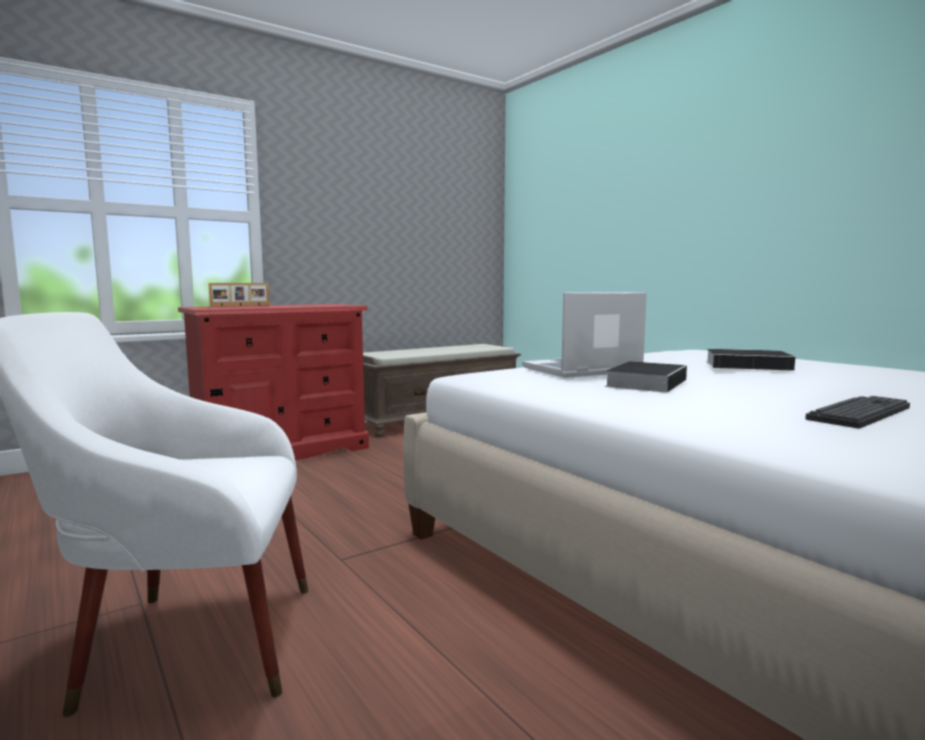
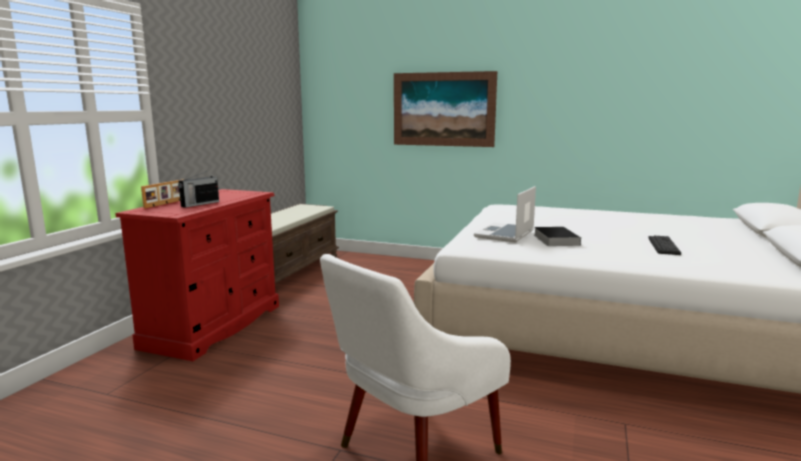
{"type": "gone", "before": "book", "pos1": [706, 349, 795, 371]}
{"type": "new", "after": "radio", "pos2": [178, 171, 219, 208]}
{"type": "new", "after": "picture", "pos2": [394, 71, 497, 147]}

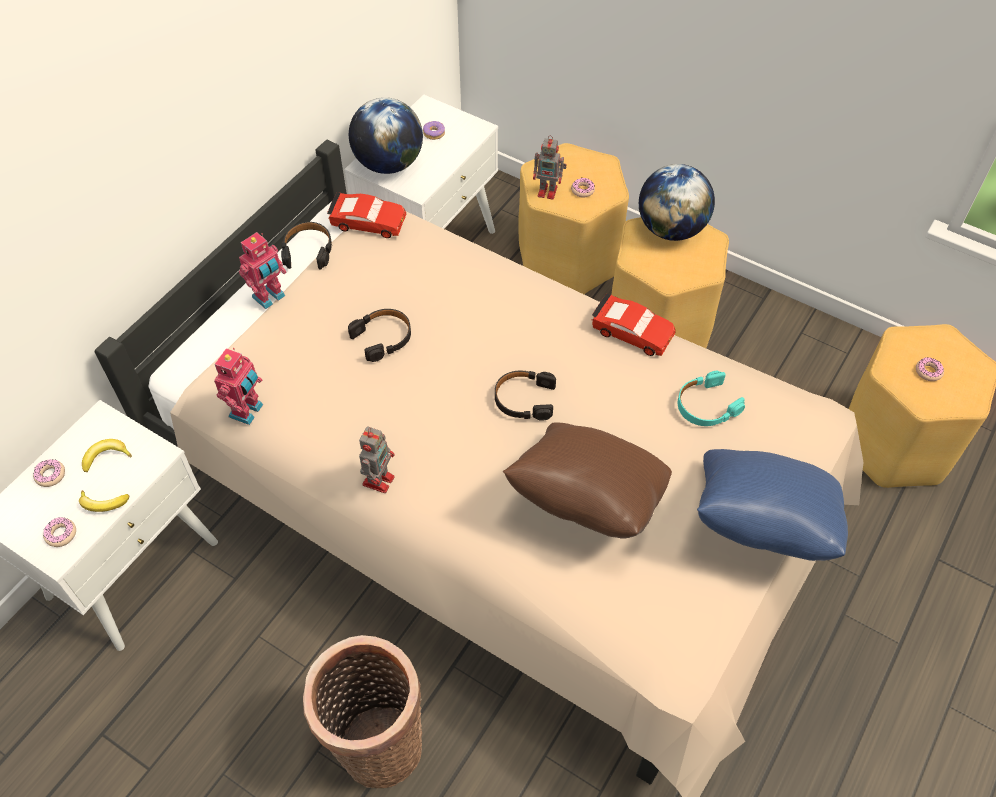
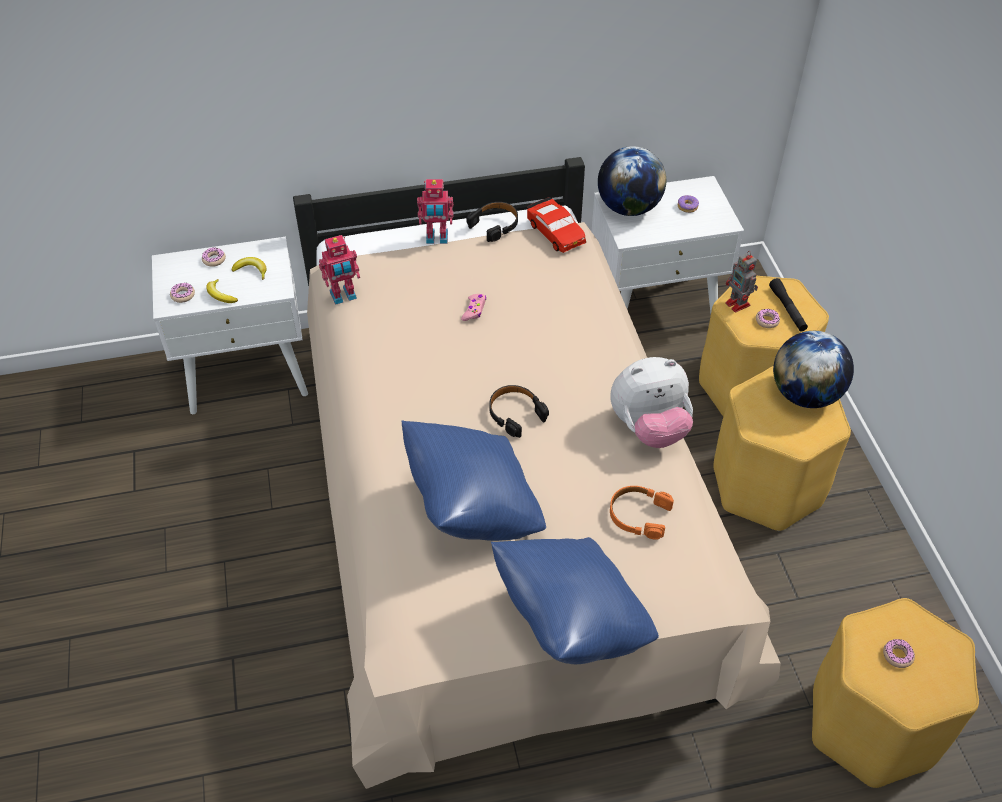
{"type": "gone", "before": "basket", "pos1": [303, 635, 422, 788]}
{"type": "swapped", "before": "black headphones", "after": "pink game controller", "pos1": [348, 309, 411, 362], "pos2": [461, 294, 486, 321]}
{"type": "gone", "before": "toy robot", "pos1": [359, 426, 395, 493]}
{"type": "repainted", "before": "brown pillow", "after": "blue pillow", "pos1": [503, 422, 672, 539], "pos2": [402, 420, 546, 541]}
{"type": "swapped", "before": "red toy car", "after": "plush toy", "pos1": [592, 294, 676, 356], "pos2": [610, 357, 693, 448]}
{"type": "repainted", "before": "turquoise headphones", "after": "orange headphones", "pos1": [678, 371, 745, 426], "pos2": [610, 486, 674, 540]}
{"type": "new", "after": "black flashlight", "pos2": [769, 278, 808, 331]}

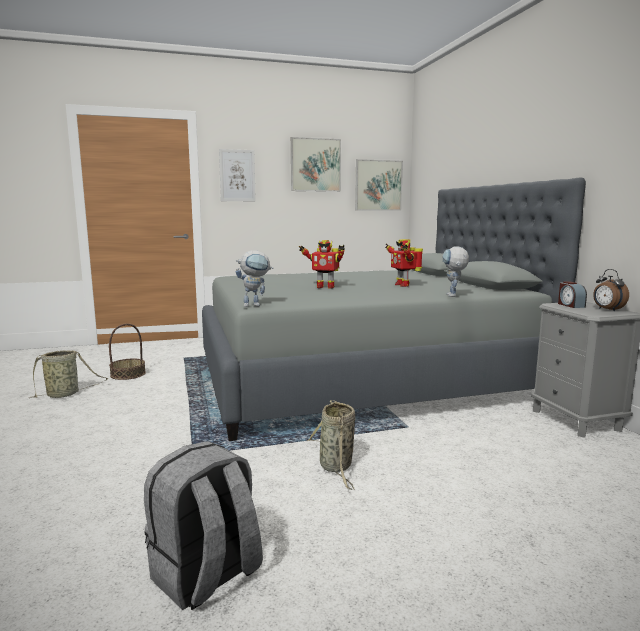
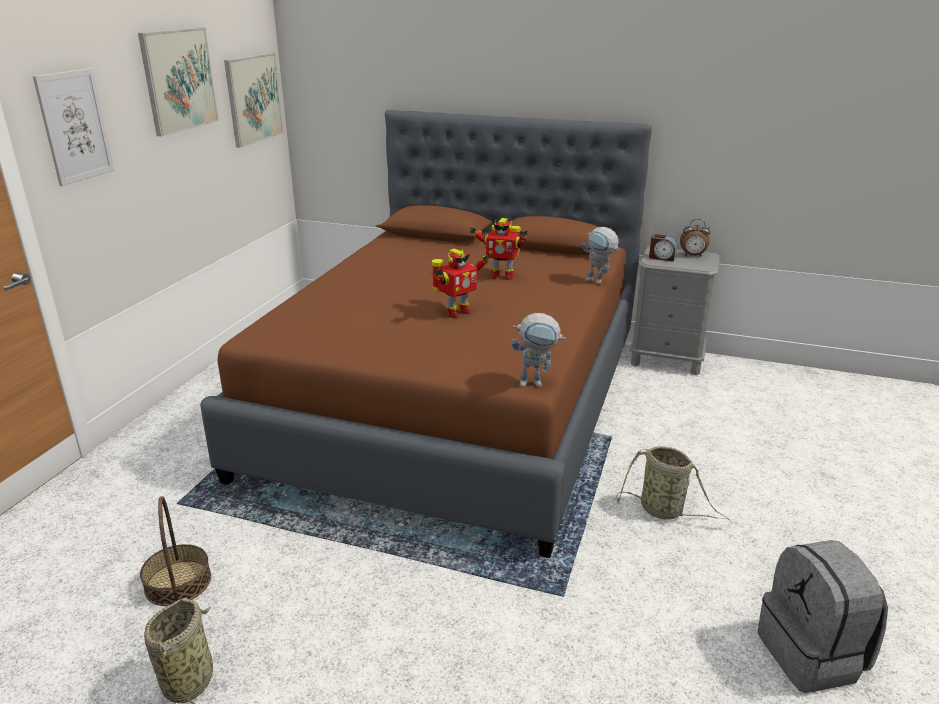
{"type": "repainted", "before": "grey bed", "after": "brown bed", "pos1": [202, 177, 586, 441], "pos2": [200, 110, 652, 558]}
{"type": "rotated", "before": "toy robot", "pos1": [236, 250, 273, 307], "pos2": [511, 313, 566, 387], "turn": 75}

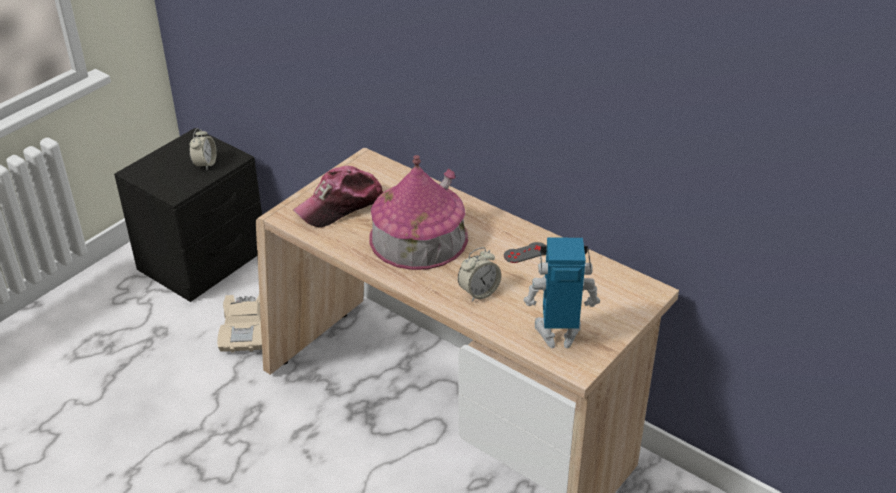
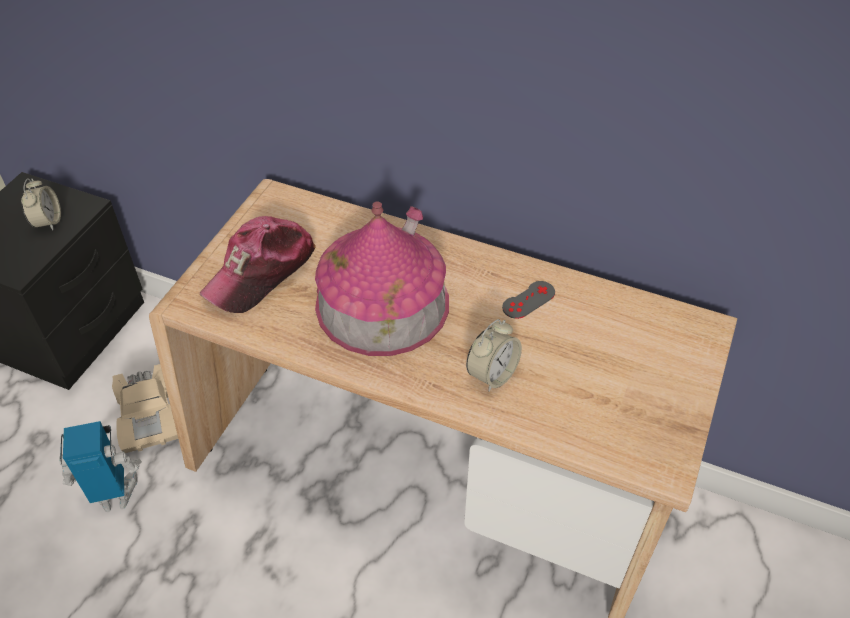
{"type": "shifted", "before": "toy robot", "pos1": [523, 237, 600, 348], "pos2": [59, 421, 142, 512]}

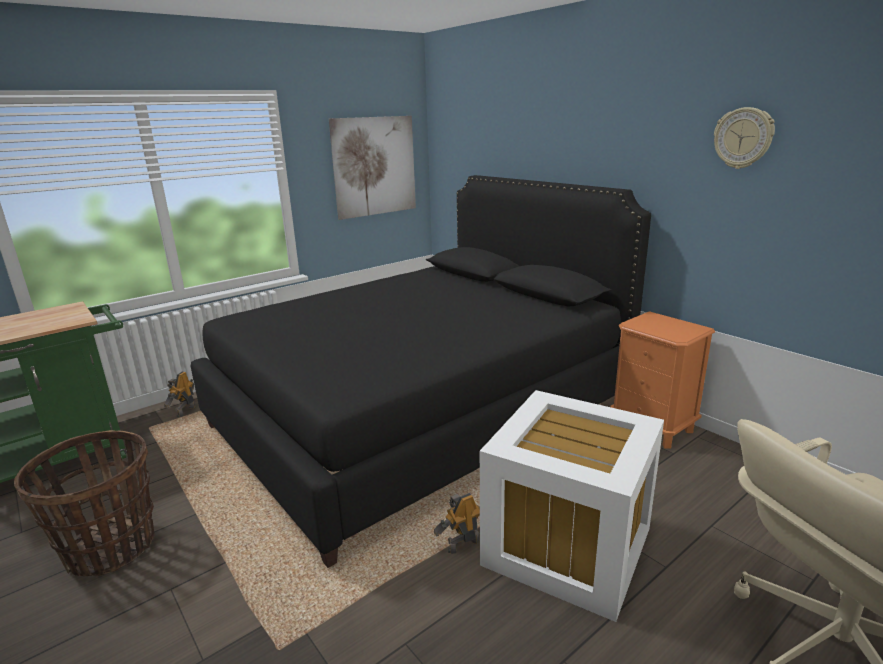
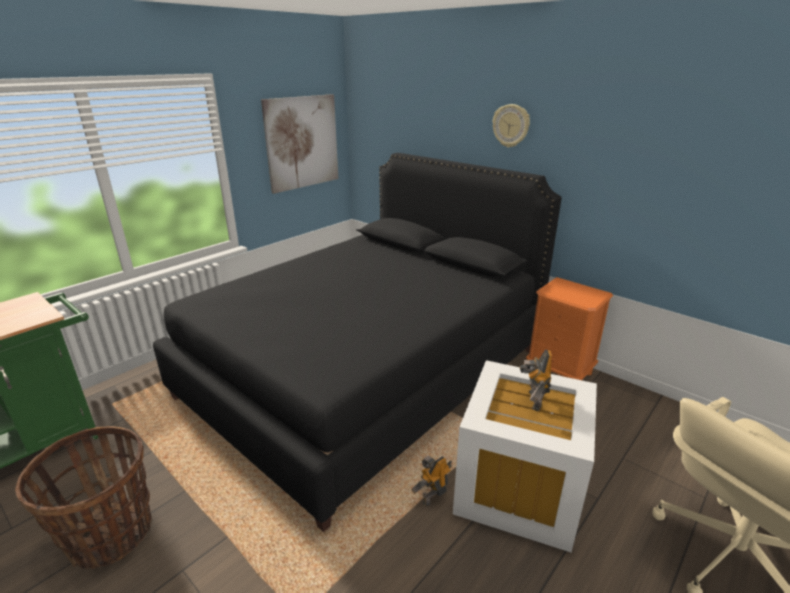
{"type": "shifted", "before": "toy robot", "pos1": [164, 371, 195, 418], "pos2": [519, 350, 552, 412]}
{"type": "shifted", "before": "wall clock", "pos1": [714, 107, 775, 169], "pos2": [493, 104, 530, 148]}

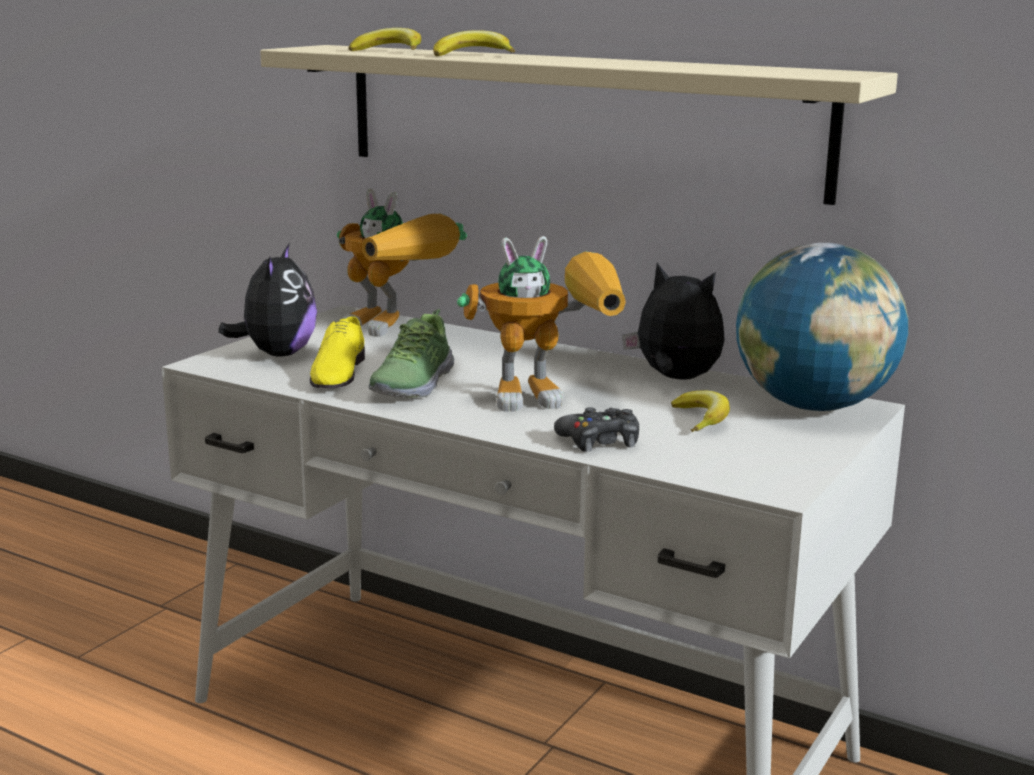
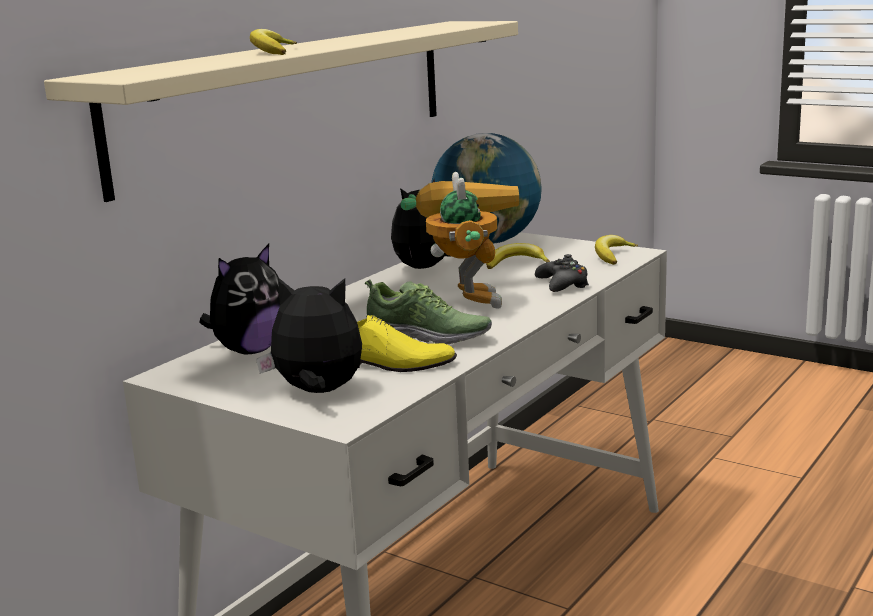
{"type": "swapped", "before": "toy robot", "after": "plush toy", "pos1": [337, 188, 467, 337], "pos2": [199, 244, 280, 354]}
{"type": "shifted", "before": "banana", "pos1": [349, 28, 421, 51], "pos2": [595, 235, 638, 265]}

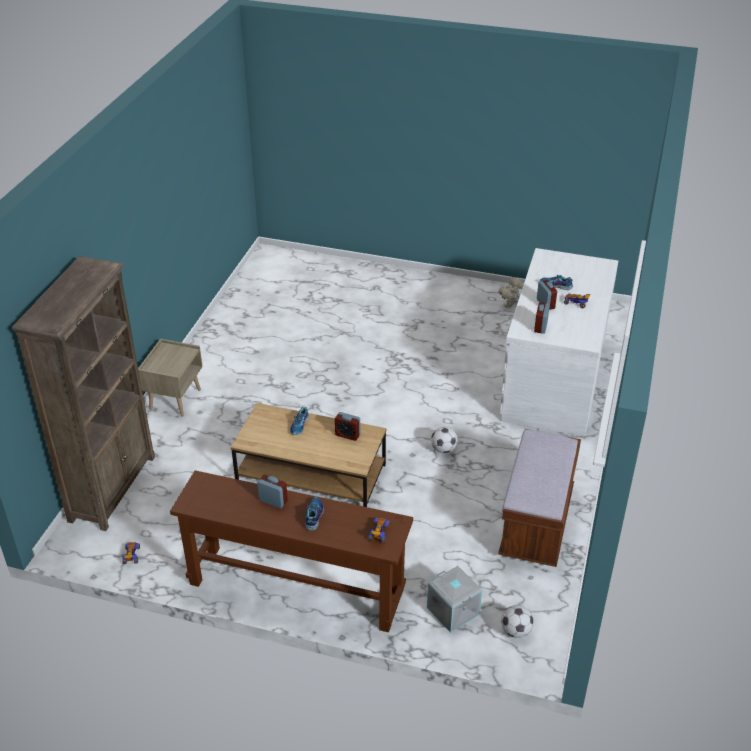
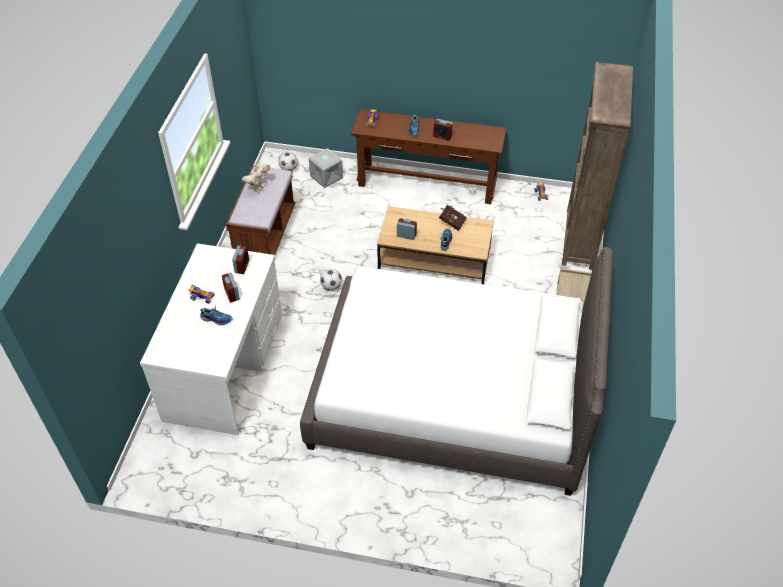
{"type": "shifted", "before": "toy robot", "pos1": [498, 277, 524, 308], "pos2": [242, 163, 271, 193]}
{"type": "new", "after": "white bed", "pos2": [300, 247, 613, 496]}
{"type": "new", "after": "red book", "pos2": [439, 205, 467, 231]}

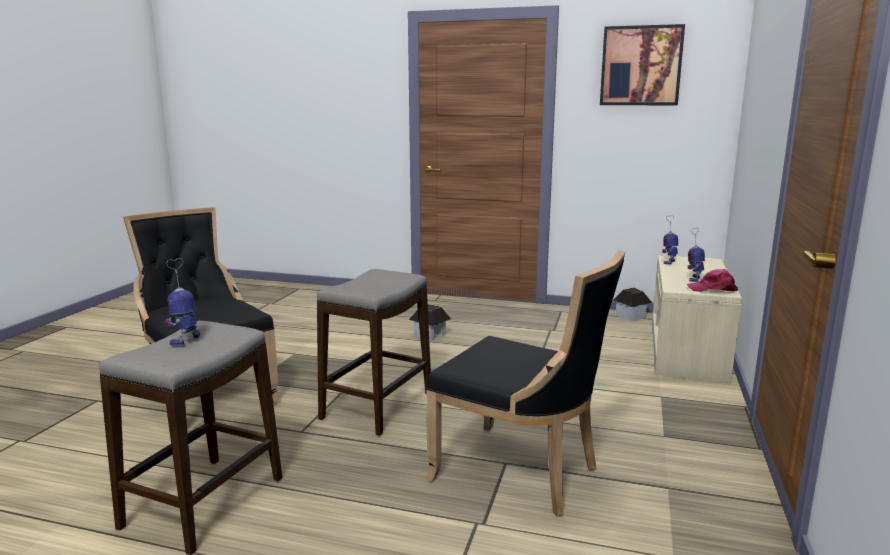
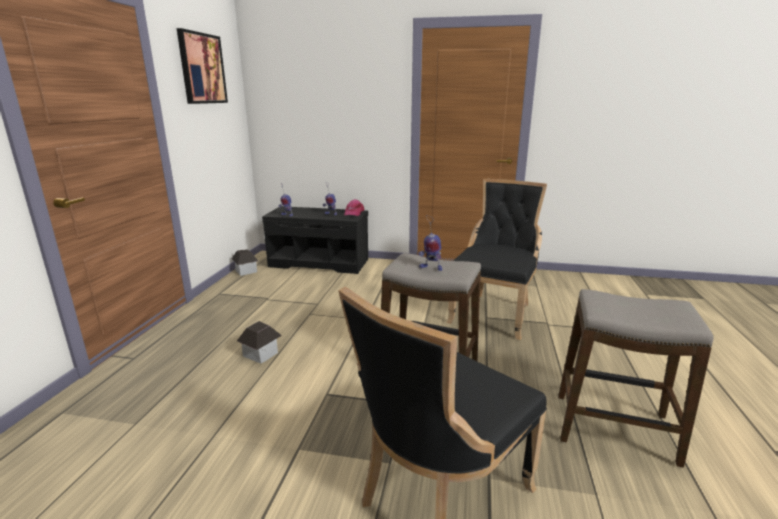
{"type": "shifted", "before": "toy robot", "pos1": [164, 258, 200, 345], "pos2": [418, 215, 442, 271]}
{"type": "repainted", "before": "beige bench", "after": "black bench", "pos1": [652, 256, 742, 383], "pos2": [262, 206, 368, 274]}

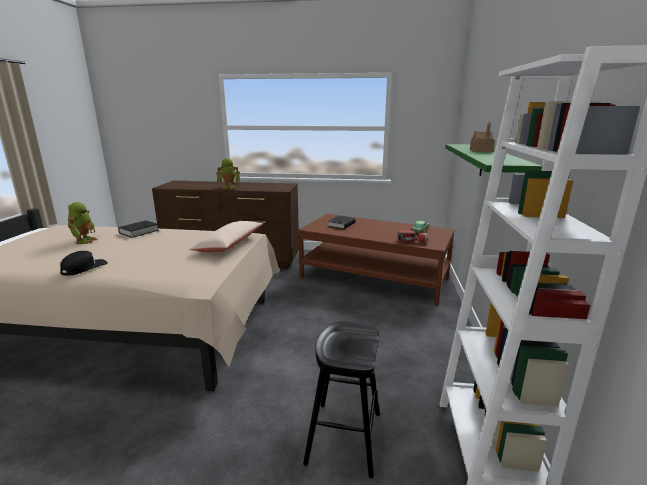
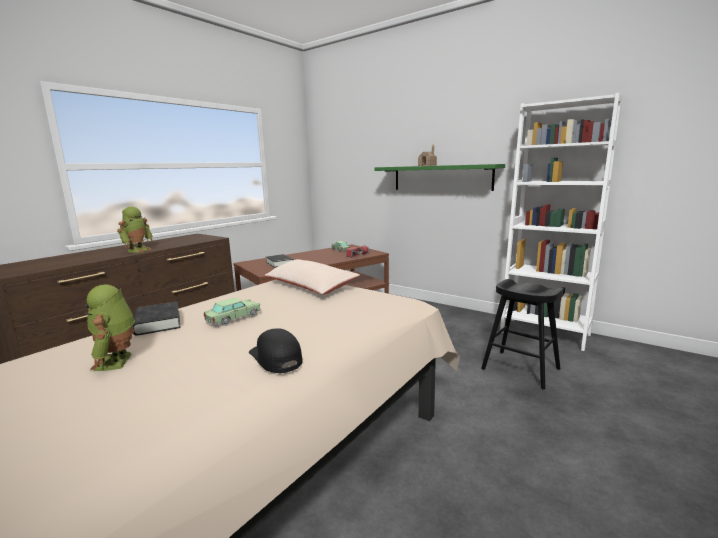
{"type": "rotated", "before": "toy robot", "pos1": [68, 202, 98, 244], "pos2": [85, 285, 135, 371], "turn": -135}
{"type": "new", "after": "toy car", "pos2": [204, 298, 261, 326]}

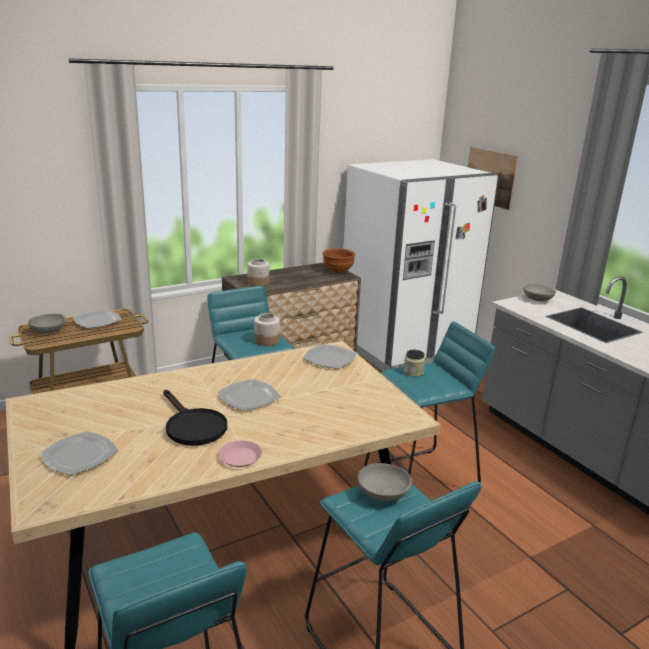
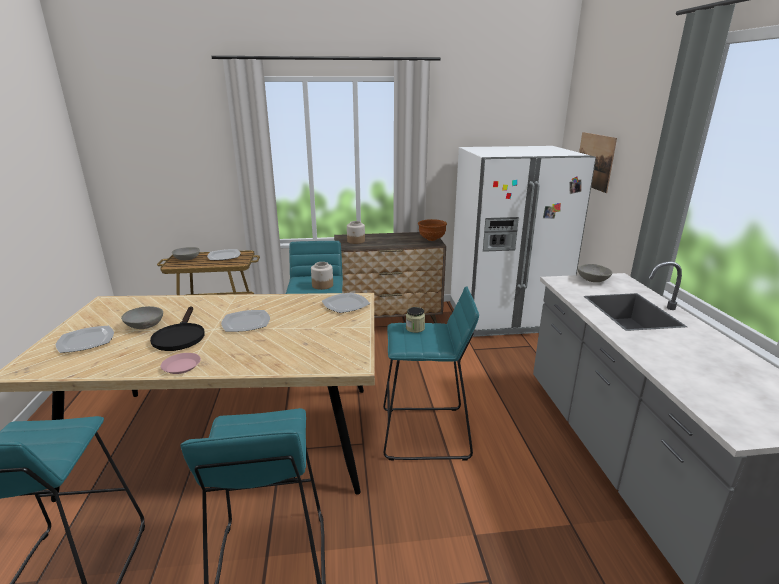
{"type": "shifted", "before": "grey bowl", "pos1": [358, 463, 412, 501], "pos2": [121, 306, 163, 329]}

